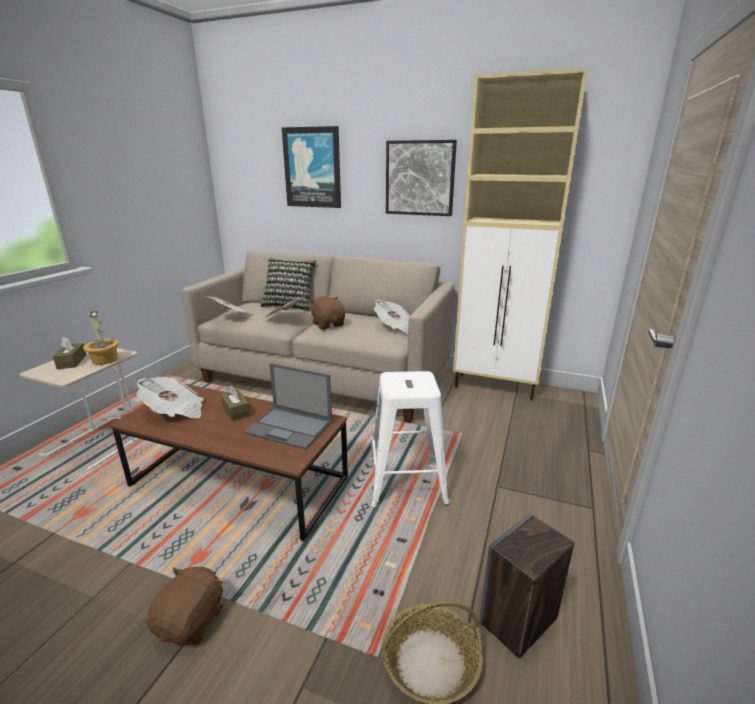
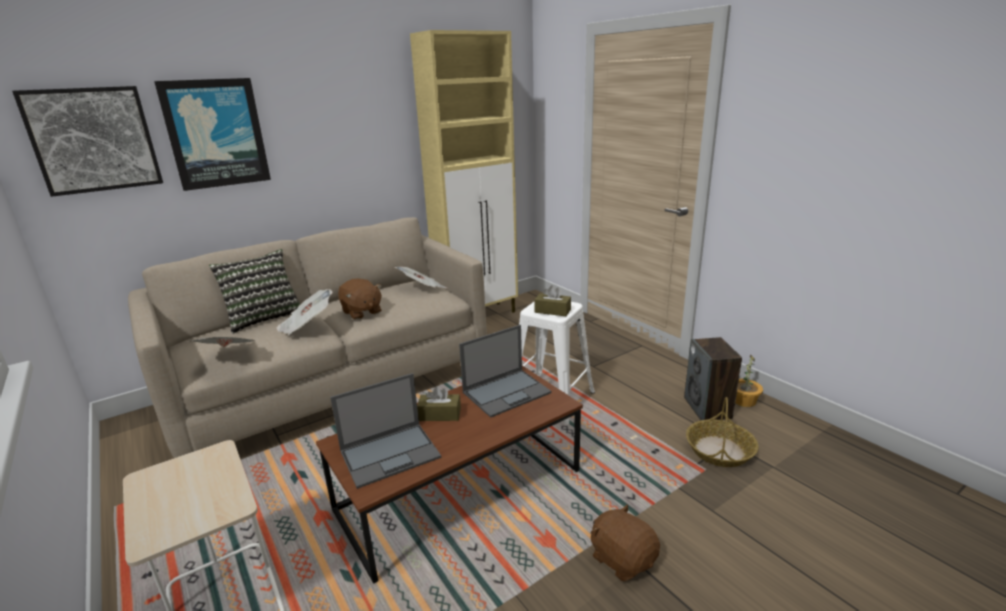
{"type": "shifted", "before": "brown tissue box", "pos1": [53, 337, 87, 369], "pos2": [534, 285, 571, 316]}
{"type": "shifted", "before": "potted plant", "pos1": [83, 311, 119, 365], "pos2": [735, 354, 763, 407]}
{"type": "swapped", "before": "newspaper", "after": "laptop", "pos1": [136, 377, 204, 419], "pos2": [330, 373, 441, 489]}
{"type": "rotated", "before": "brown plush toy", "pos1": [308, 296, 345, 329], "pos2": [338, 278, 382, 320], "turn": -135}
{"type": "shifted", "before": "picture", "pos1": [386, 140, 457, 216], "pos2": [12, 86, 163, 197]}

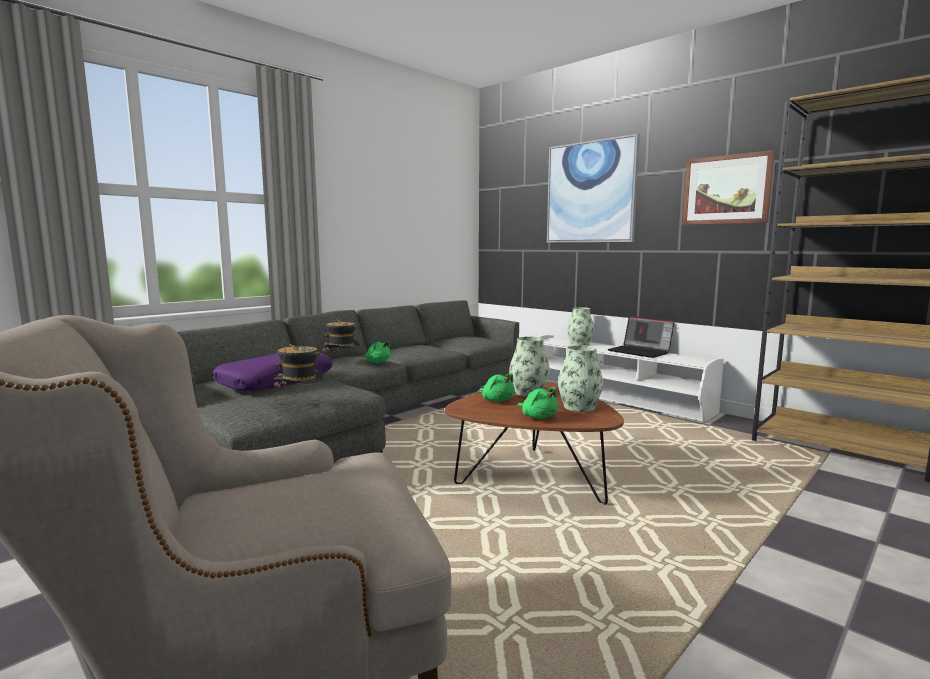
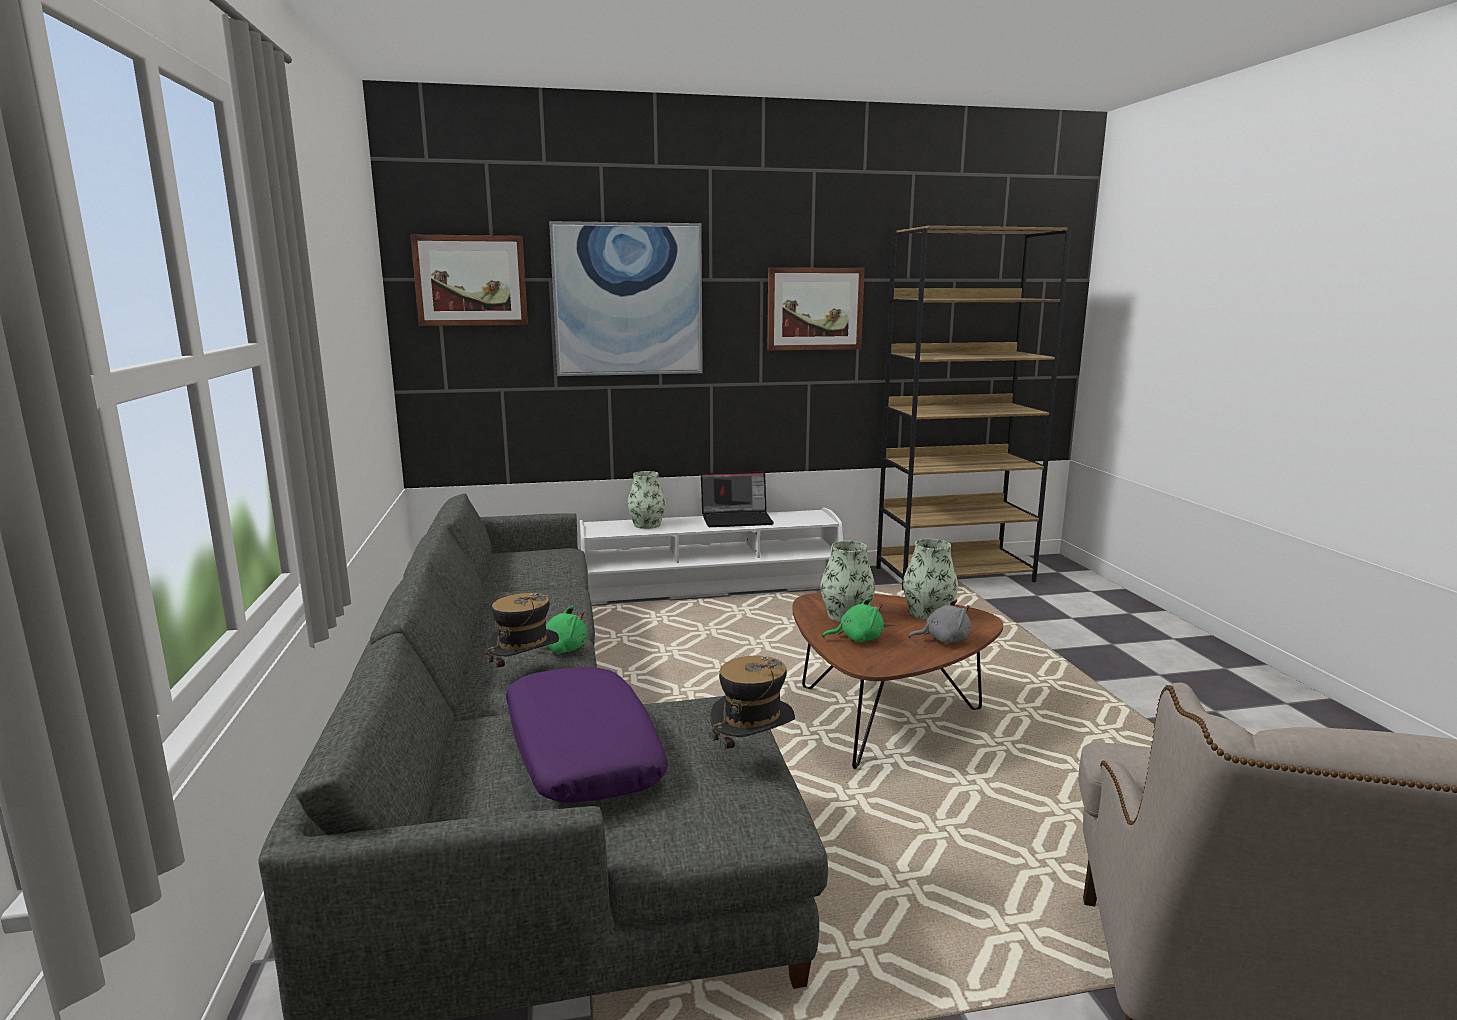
{"type": "repainted", "before": "green plush toy", "after": "grey plush toy", "pos1": [517, 387, 558, 419], "pos2": [909, 599, 971, 643]}
{"type": "new", "after": "picture", "pos2": [410, 235, 528, 326]}

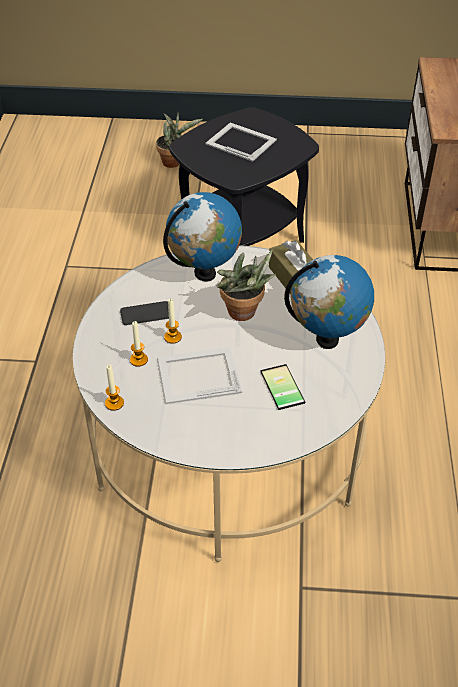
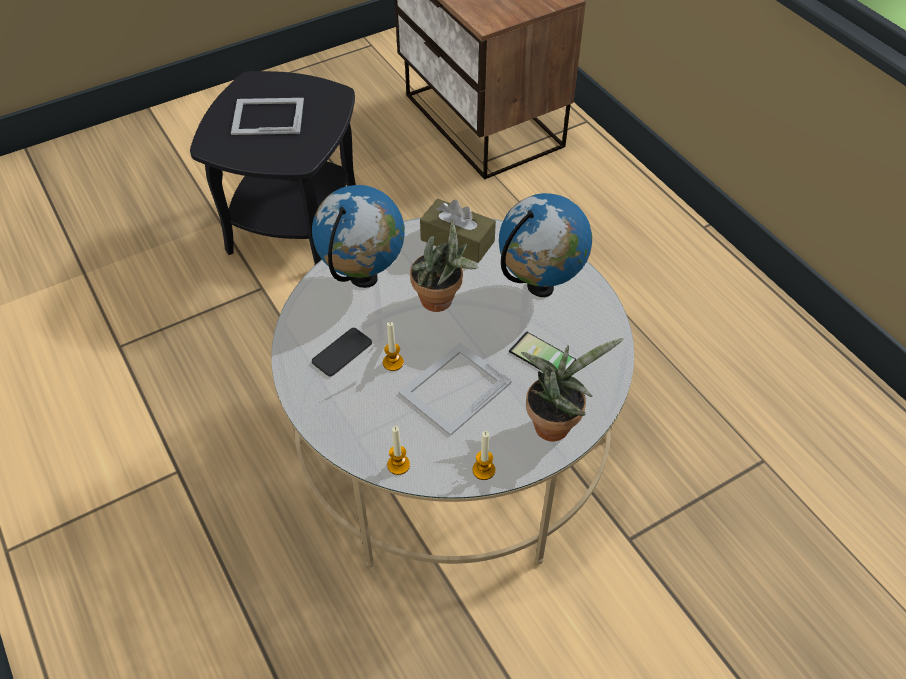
{"type": "shifted", "before": "candle", "pos1": [130, 321, 148, 367], "pos2": [472, 431, 495, 480]}
{"type": "shifted", "before": "potted plant", "pos1": [156, 113, 203, 168], "pos2": [521, 338, 624, 442]}

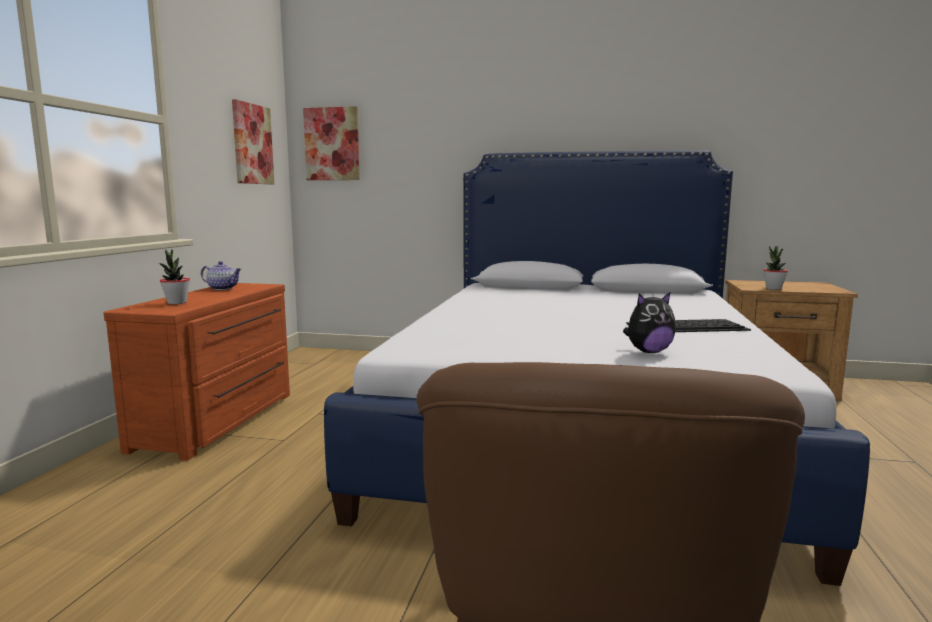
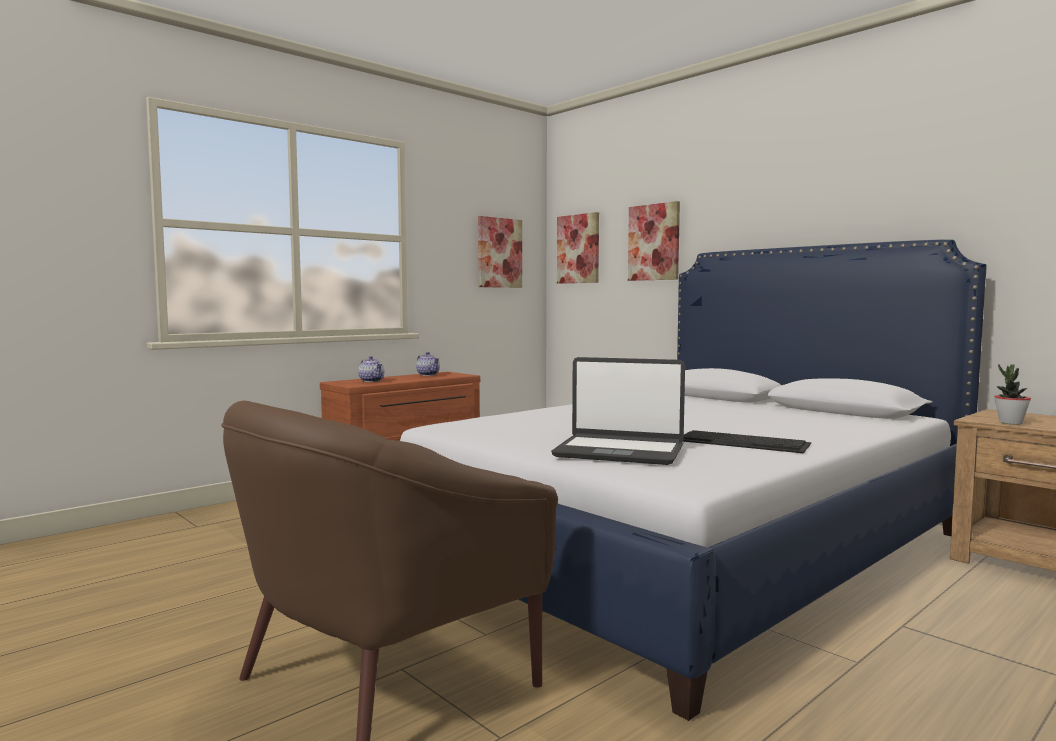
{"type": "swapped", "before": "potted plant", "after": "teapot", "pos1": [159, 249, 190, 304], "pos2": [358, 356, 384, 382]}
{"type": "swapped", "before": "plush toy", "after": "laptop", "pos1": [623, 292, 676, 353], "pos2": [551, 357, 685, 465]}
{"type": "new", "after": "picture", "pos2": [628, 201, 680, 281]}

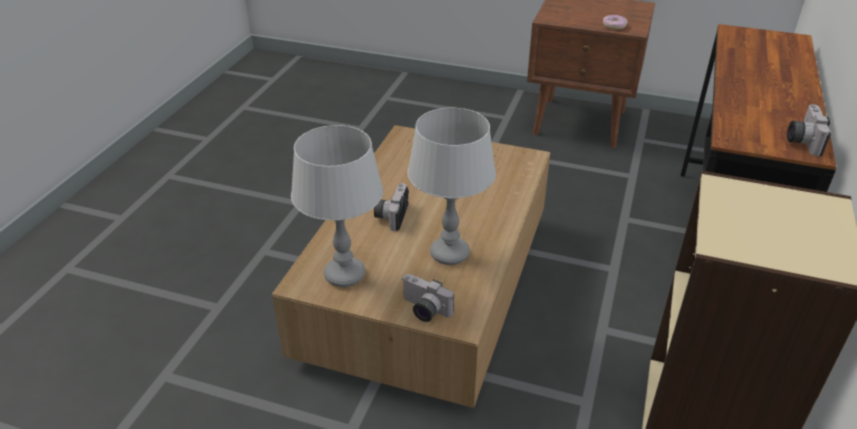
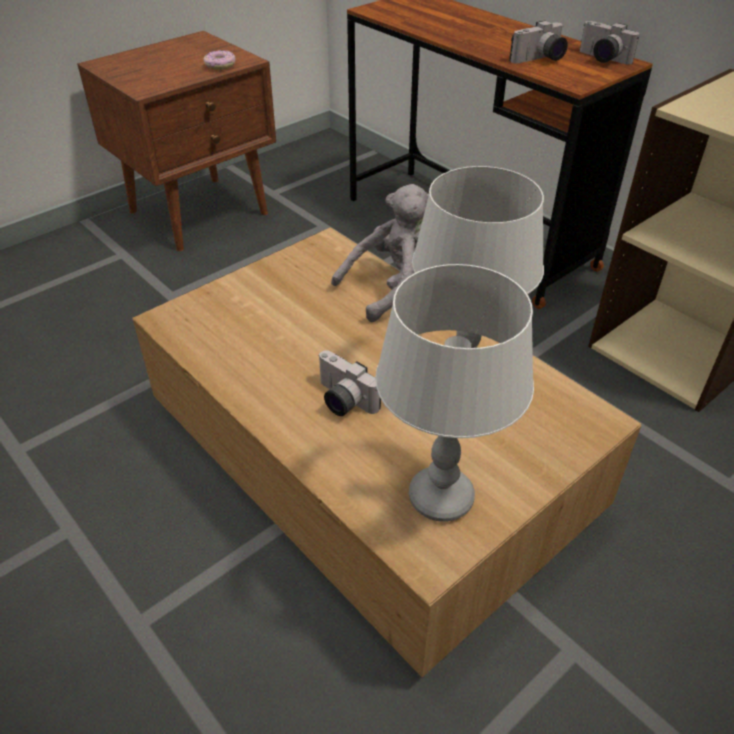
{"type": "shifted", "before": "photo camera", "pos1": [402, 274, 454, 322], "pos2": [509, 20, 568, 64]}
{"type": "new", "after": "grey plush toy", "pos2": [331, 184, 429, 322]}

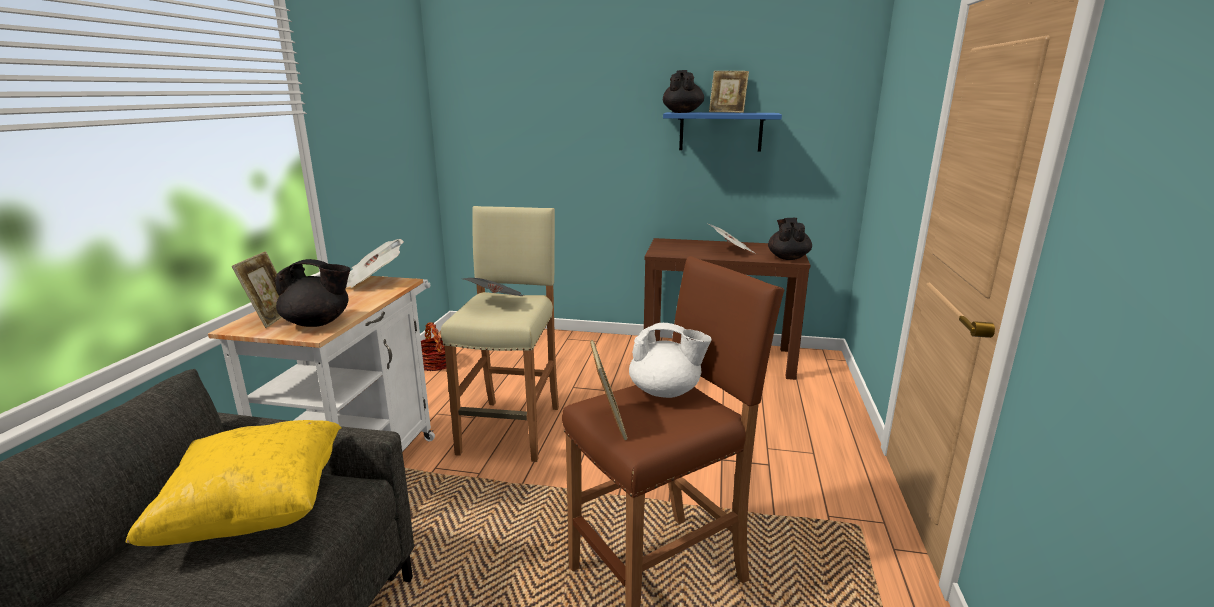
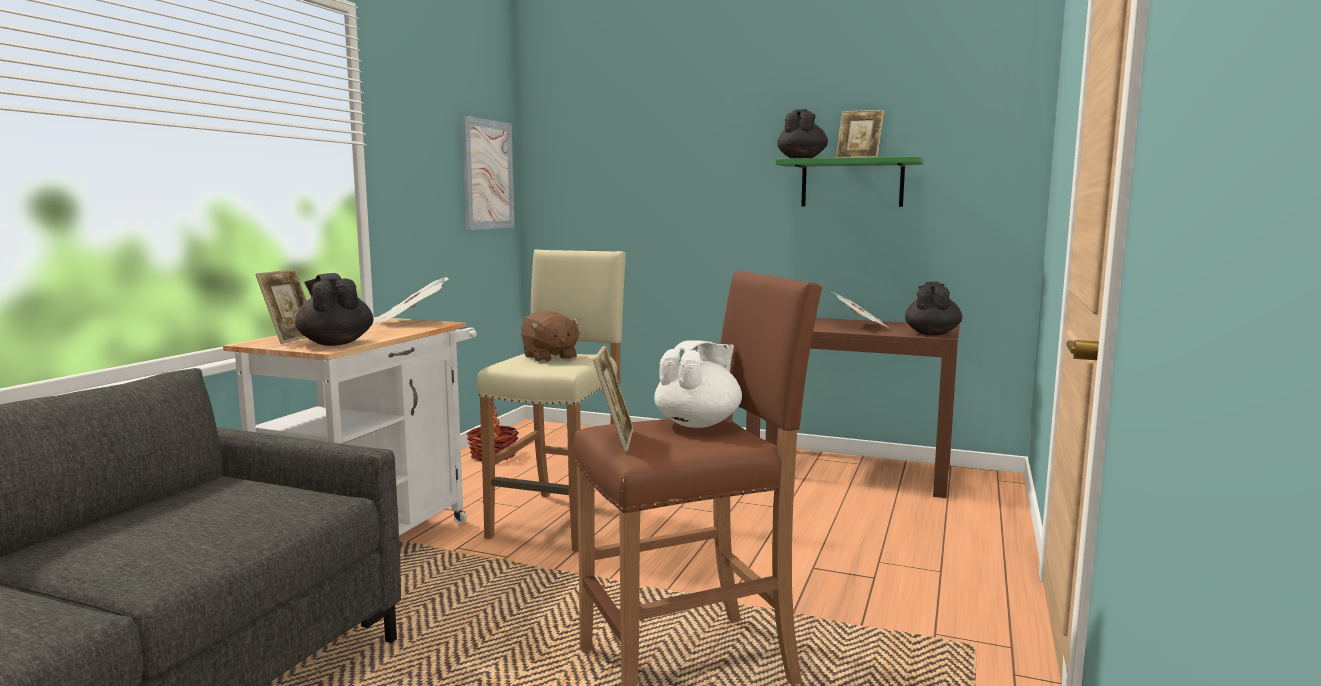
{"type": "gone", "before": "yellow pillow", "pos1": [126, 420, 342, 546]}
{"type": "rotated", "before": "black teapot", "pos1": [275, 259, 351, 327], "pos2": [295, 273, 374, 346], "turn": -135}
{"type": "swapped", "before": "newspaper", "after": "brown plush toy", "pos1": [464, 278, 524, 296], "pos2": [521, 310, 581, 362]}
{"type": "rotated", "before": "white teapot", "pos1": [629, 323, 712, 398], "pos2": [654, 340, 742, 428], "turn": -75}
{"type": "repainted", "before": "blue shelf", "after": "green shelf", "pos1": [663, 112, 782, 152], "pos2": [776, 156, 924, 207]}
{"type": "new", "after": "picture", "pos2": [462, 115, 515, 230]}

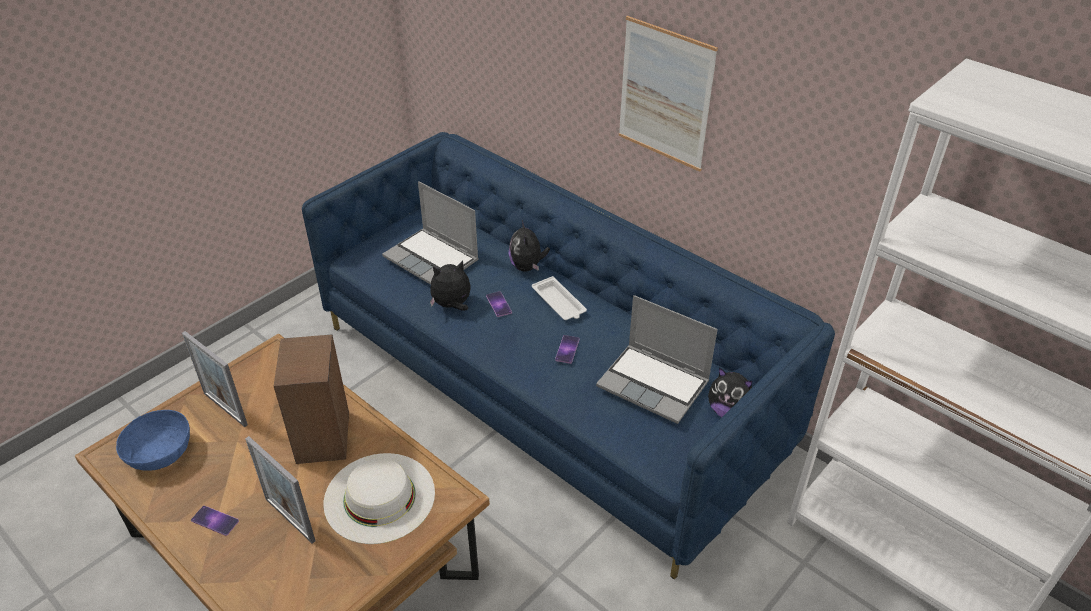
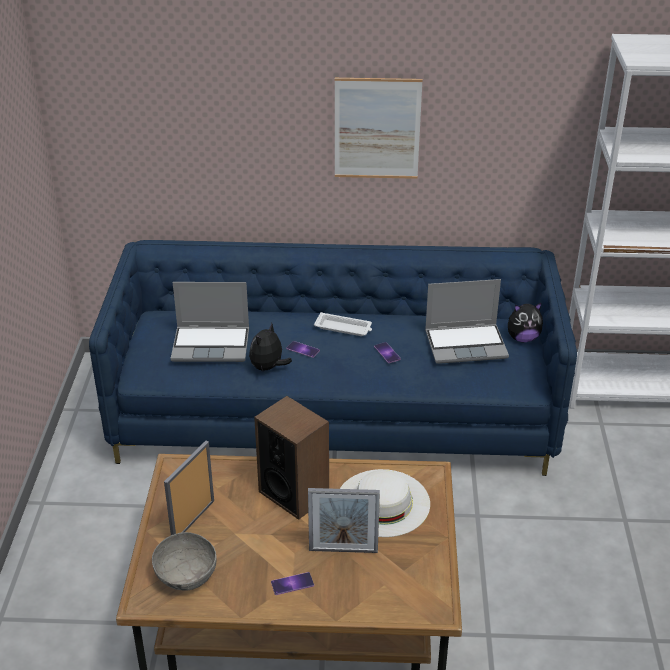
{"type": "repainted", "before": "blue bowl", "after": "grey bowl", "pos1": [116, 410, 190, 471], "pos2": [152, 532, 217, 591]}
{"type": "rotated", "before": "picture frame", "pos1": [182, 331, 248, 427], "pos2": [164, 441, 214, 535], "turn": 120}
{"type": "gone", "before": "plush toy", "pos1": [508, 220, 550, 272]}

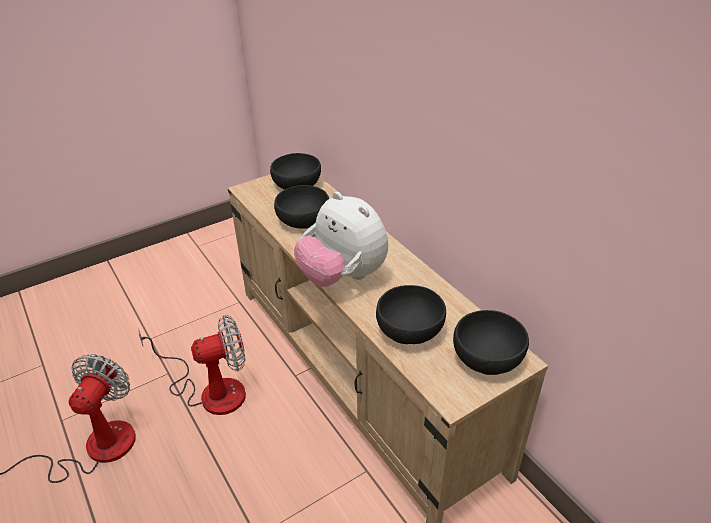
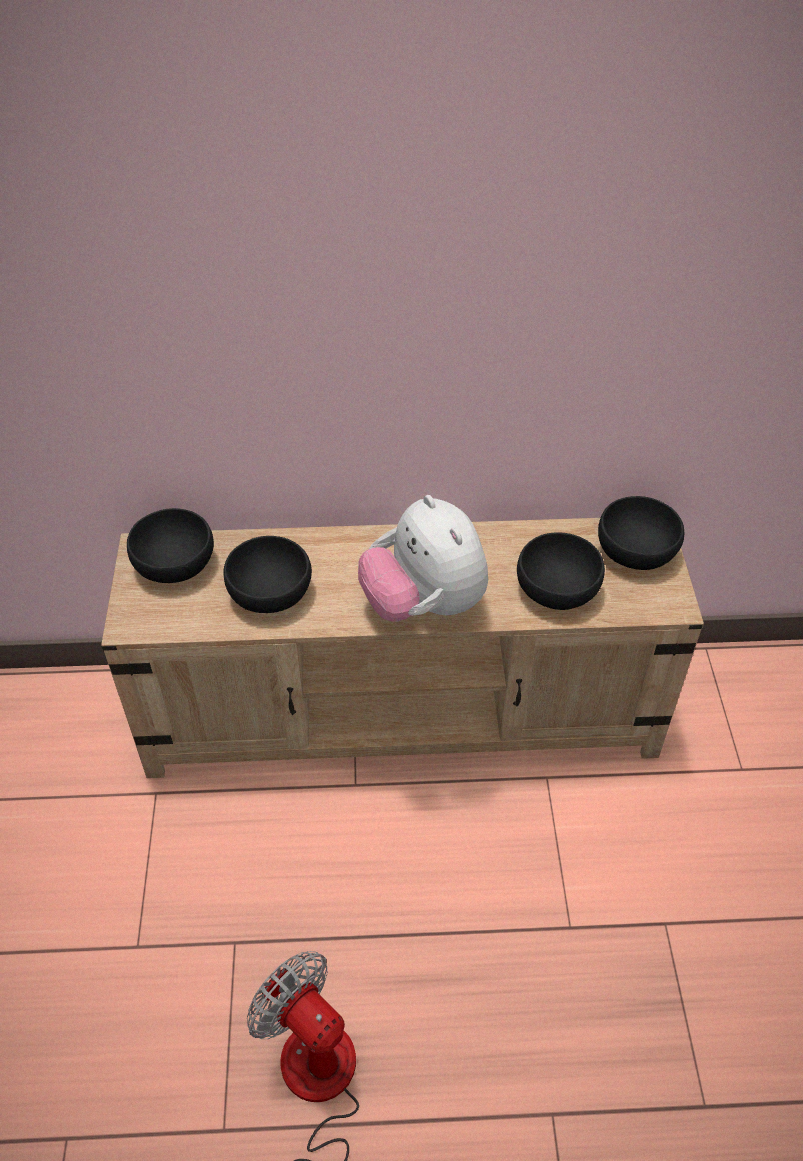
{"type": "gone", "before": "fan", "pos1": [138, 315, 246, 415]}
{"type": "rotated", "before": "plush toy", "pos1": [294, 192, 388, 287], "pos2": [358, 495, 488, 622], "turn": 75}

